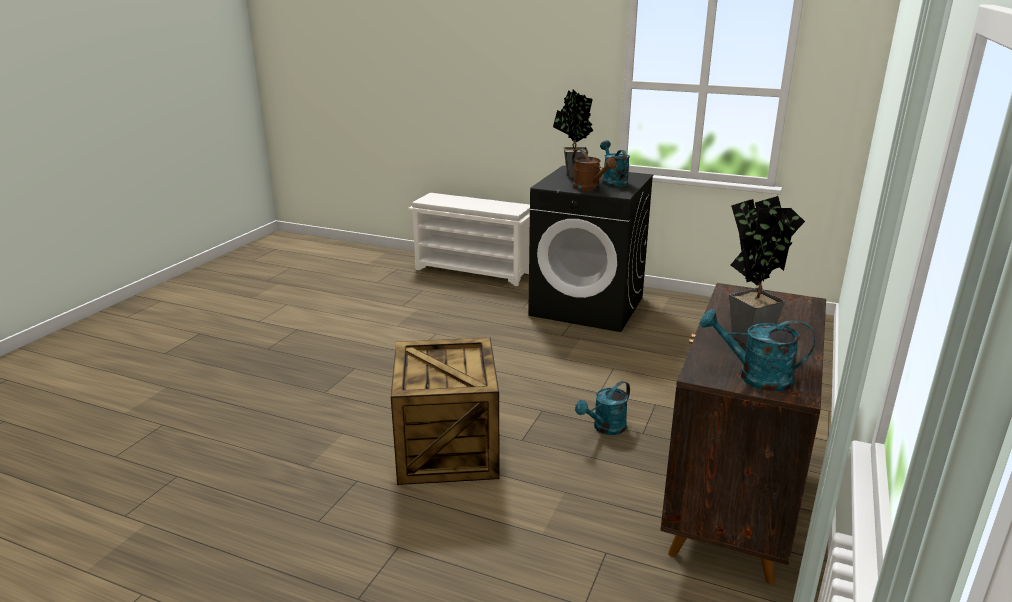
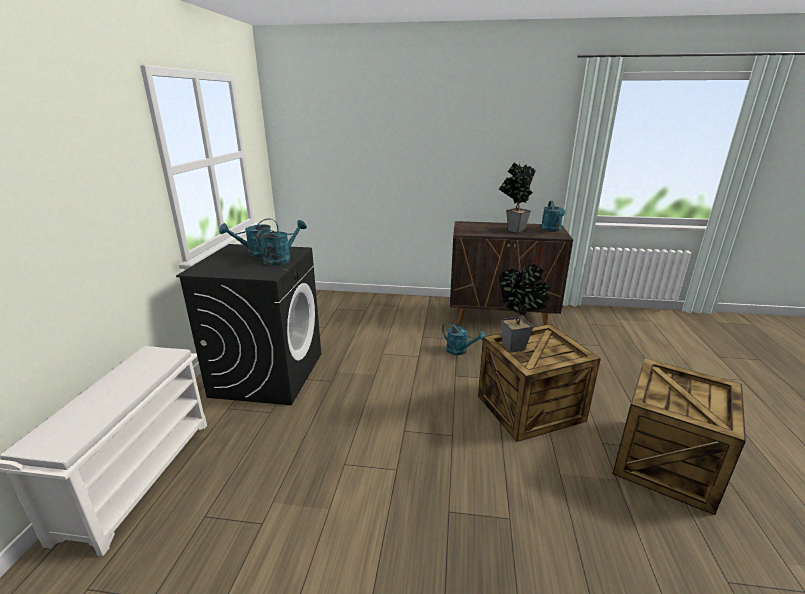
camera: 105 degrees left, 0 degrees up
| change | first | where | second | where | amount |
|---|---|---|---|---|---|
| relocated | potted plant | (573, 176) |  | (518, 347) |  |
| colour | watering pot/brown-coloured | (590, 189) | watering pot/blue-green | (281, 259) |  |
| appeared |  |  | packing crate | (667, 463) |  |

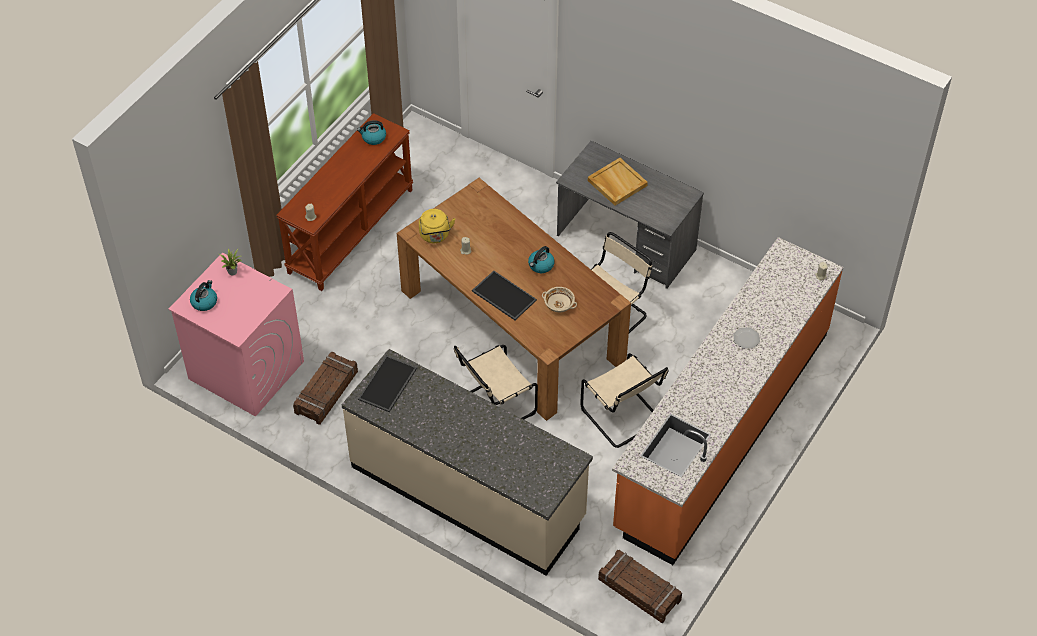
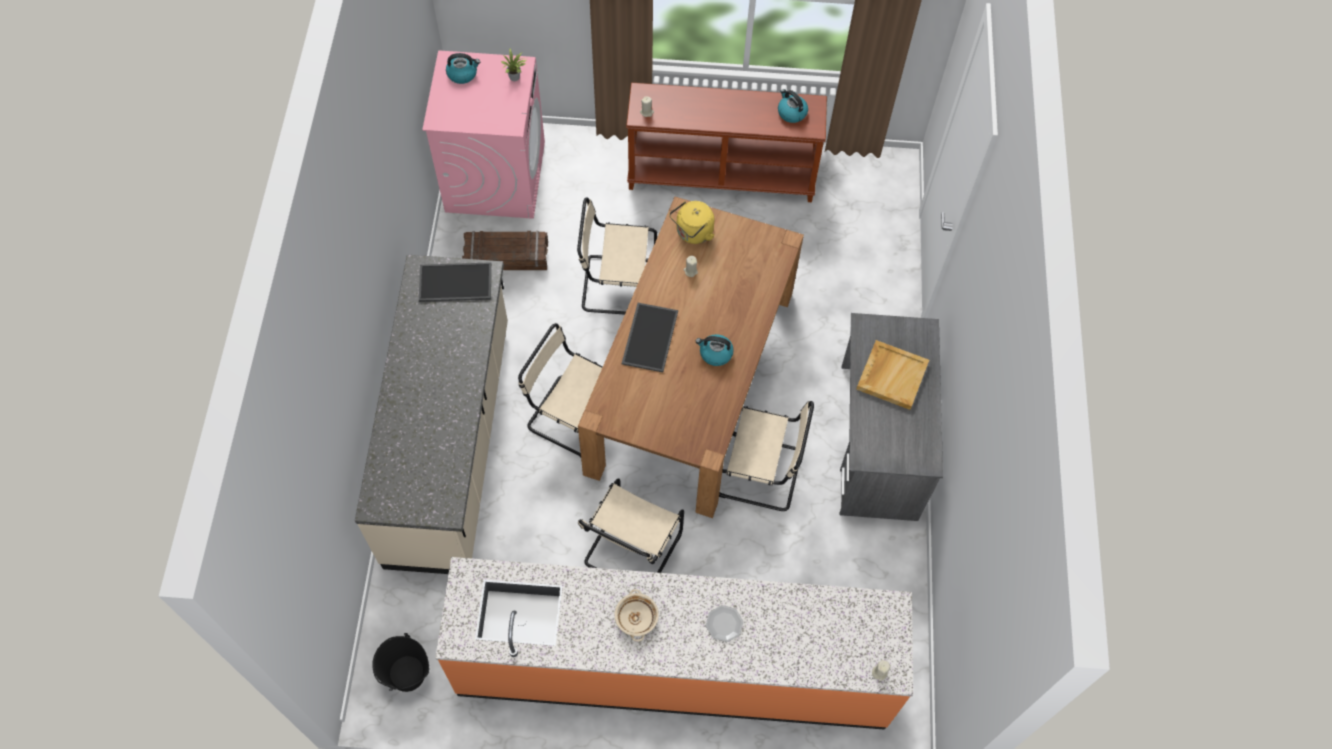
camera: 60 degrees right, 10 degrees up
| change | first | where | second | where | amount |
|---|---|---|---|---|---|
| relocated | bowl/beige | (559, 304) |  | (636, 619) |  |
| exchanged | packing crate | (639, 591) | pail/blackish | (407, 674) |  |
| appeared |  |  | chair/beige | (615, 285) |  |

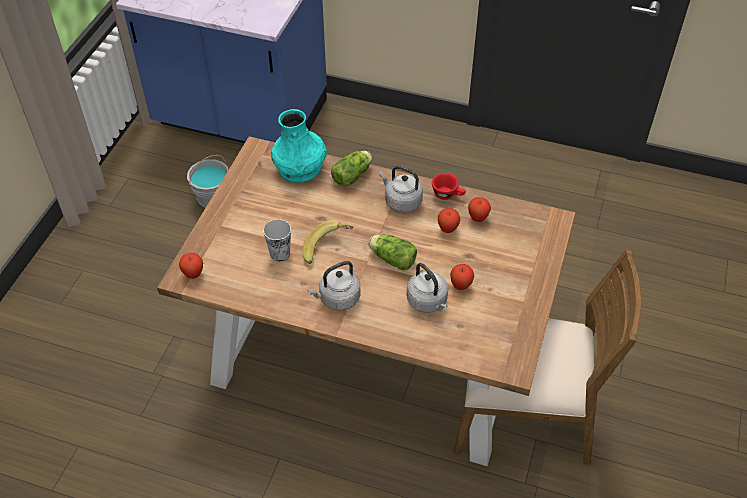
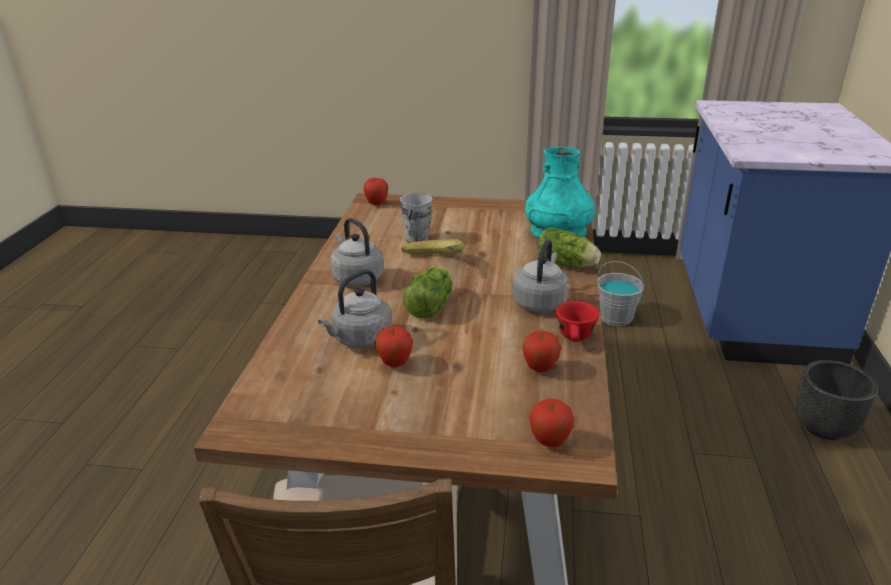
camera: 80 degrees right, 20 degrees down
| change | first | where | second | where | amount |
|---|---|---|---|---|---|
| relocated | whole apple | (447, 229) |  | (549, 442) |  |
| appeared |  |  | plant pot/blackish | (825, 428) |  |

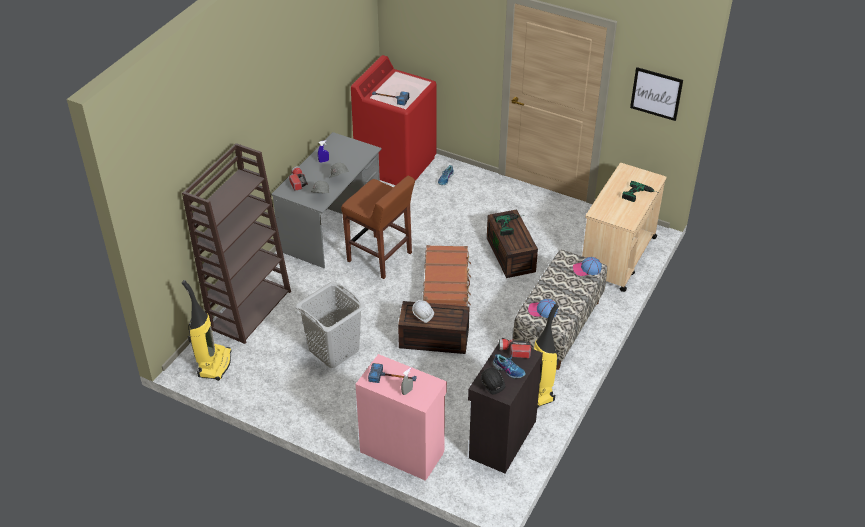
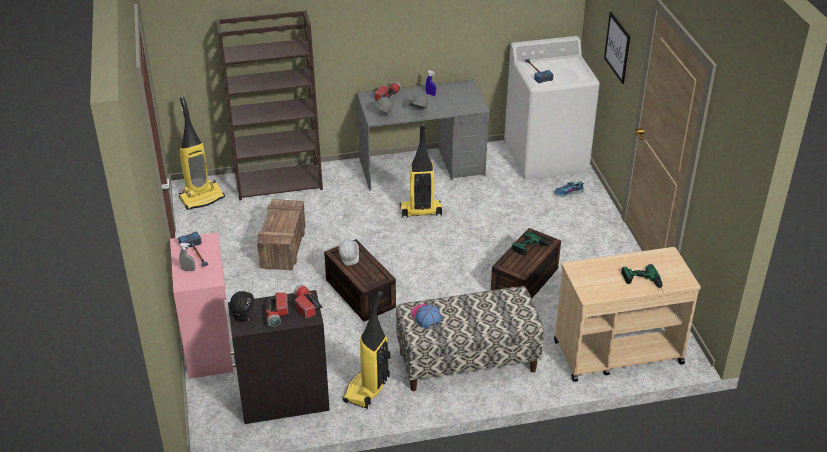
camera: 50 degrees right, 5 degrees down
| change | first | where | second | where | amount |
|---|---|---|---|---|---|
| colour | laundry machine/reddish | (396, 164) | laundry machine/white-coloured | (546, 157) |  |
| relocated | picture | (656, 93) |  | (617, 47) |  |
| exchanged | sitting stool/brown-coloured | (380, 257) | hoover | (420, 211) |  |
| missing | piece of luggage/brown-coloured | (446, 286) |  |  |  |
| missing | cap | (586, 269) |  |  |  |
| exchanged | washing basket/grey | (333, 350) | packing crate | (283, 246) |  |
| exchanged | item of footwear | (509, 370) | hand torch | (277, 314) |  |

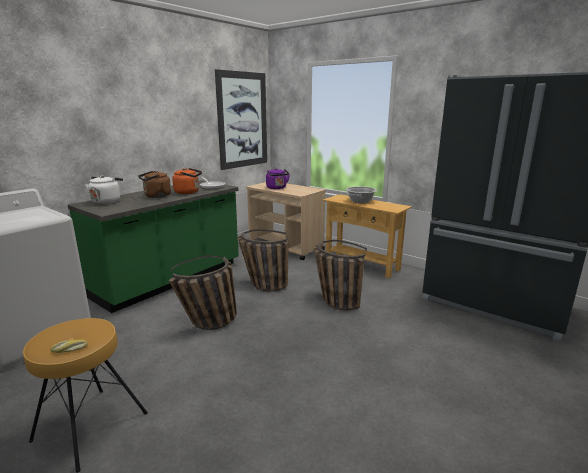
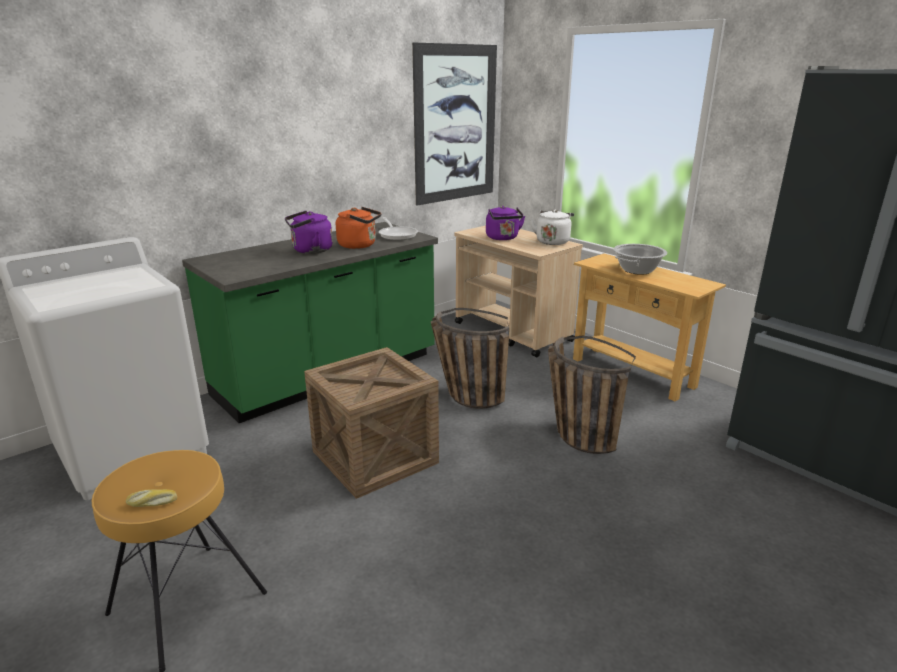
camera: 10 degrees right, 5 degrees up
| change | first | where | second | where | amount |
|---|---|---|---|---|---|
| colour | kettle/brown-coloured | (156, 196) | kettle/purple-coloured | (310, 251) |  |
| relocated | kettle/white-coloured | (106, 201) |  | (552, 241) |  |
| exchanged | basket | (209, 324) | packing crate | (375, 457) |  |

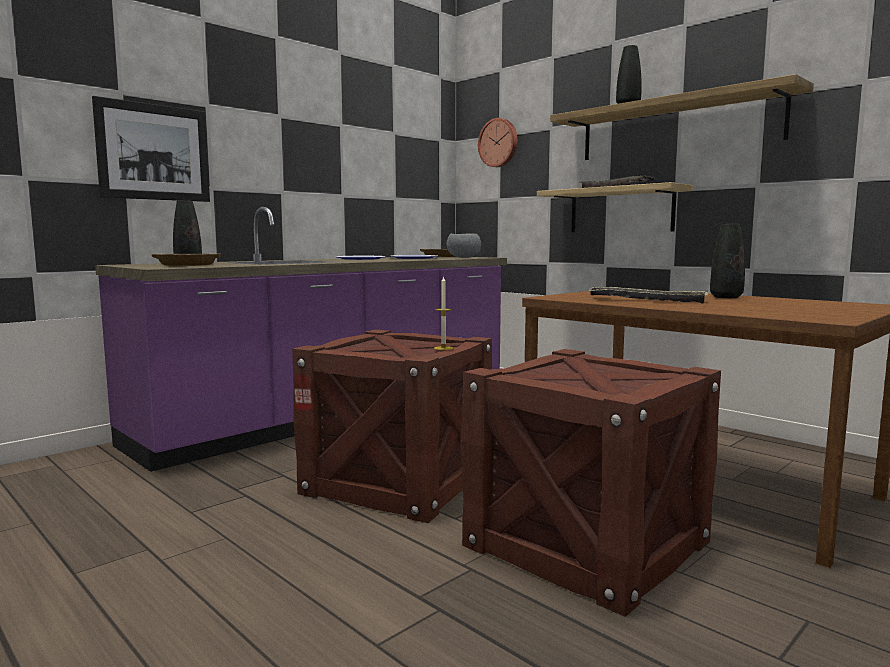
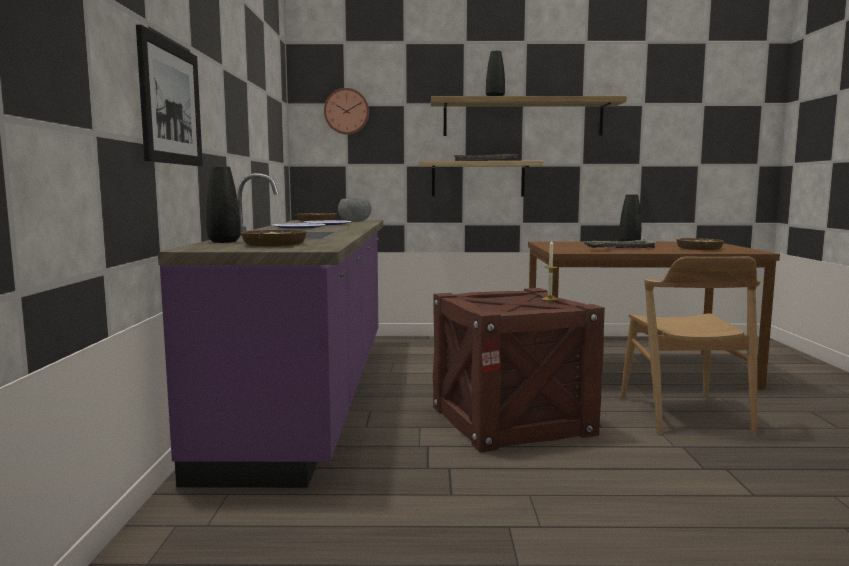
camera: 45 degrees left, 0 degrees up
| change | first | where | second | where | amount |
|---|---|---|---|---|---|
| exchanged | packing crate | (587, 544) | chair/brown-coloured | (683, 414) |  |
| appeared |  |  | bowl | (699, 248) |  |

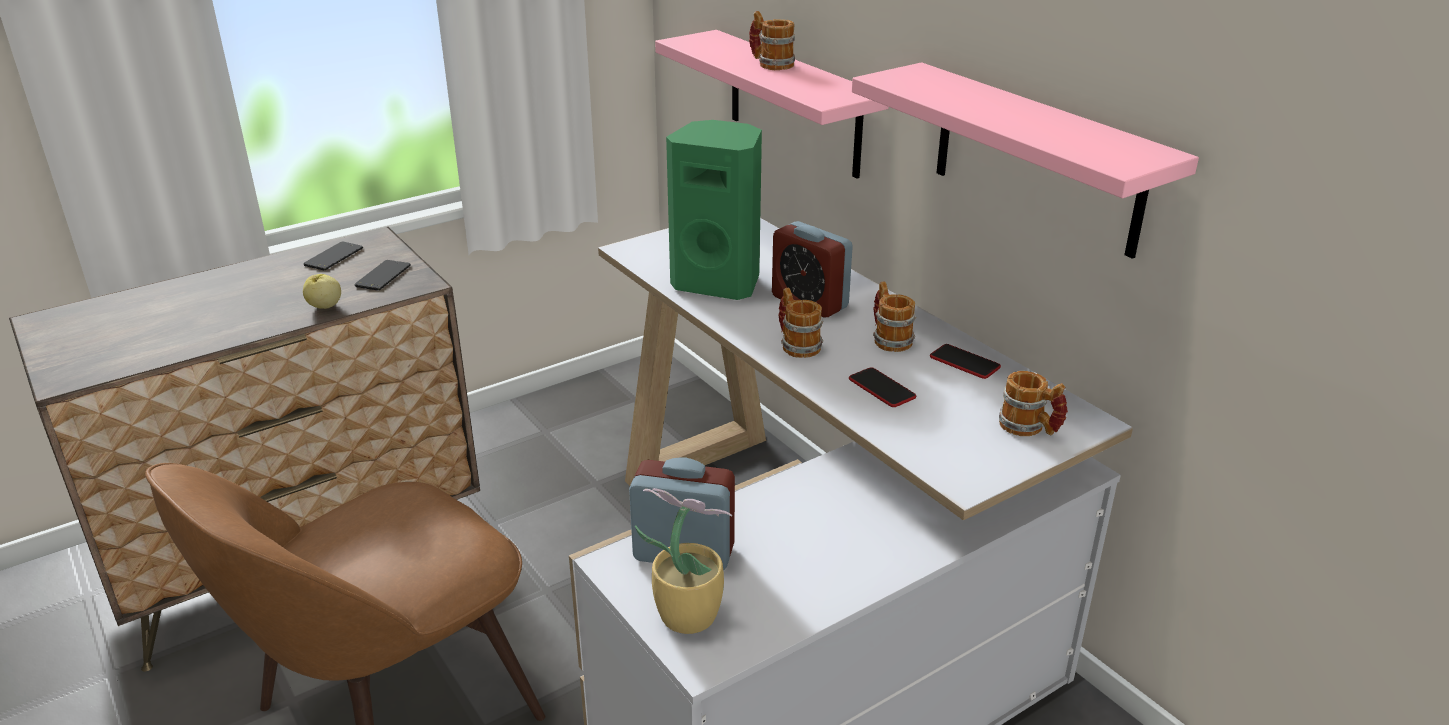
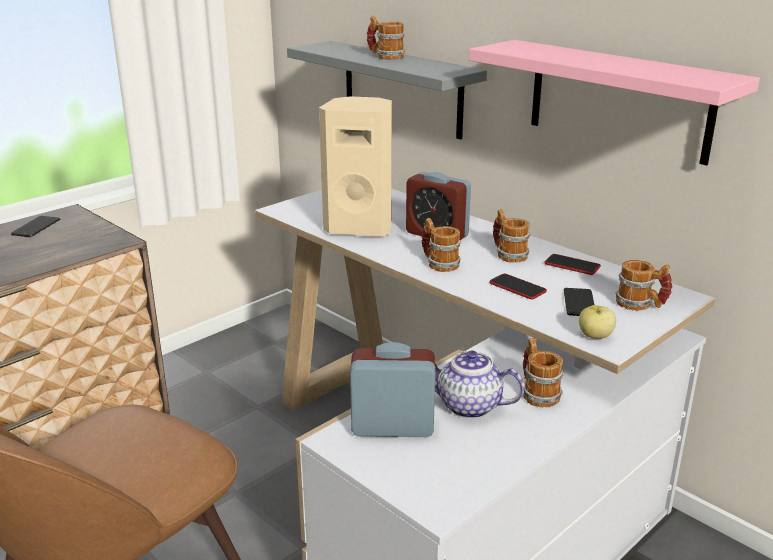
camera: 10 degrees left, 5 degrees down
| change | first | where | second | where | amount |
|---|---|---|---|---|---|
| colour | bracket shelf/pink-coloured | (794, 103) | bracket shelf/grey | (402, 89) |  |
| colour | loudspeaker/greenish | (718, 283) | loudspeaker/beige | (361, 227) |  |
| relocated | handset | (383, 276) |  | (579, 303) |  |
| relocated | whole apple | (324, 306) |  | (595, 336) |  |
| missing | potted plant | (686, 614) |  |  |  |
| appeared |  |  | coffee mug | (537, 392) |  |
| appeared |  |  | pot for tea | (468, 406) |  |

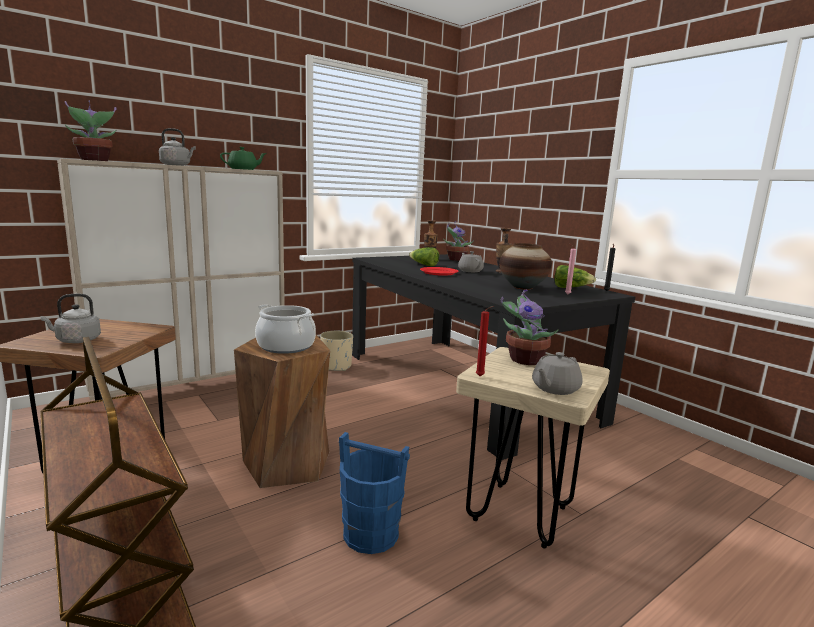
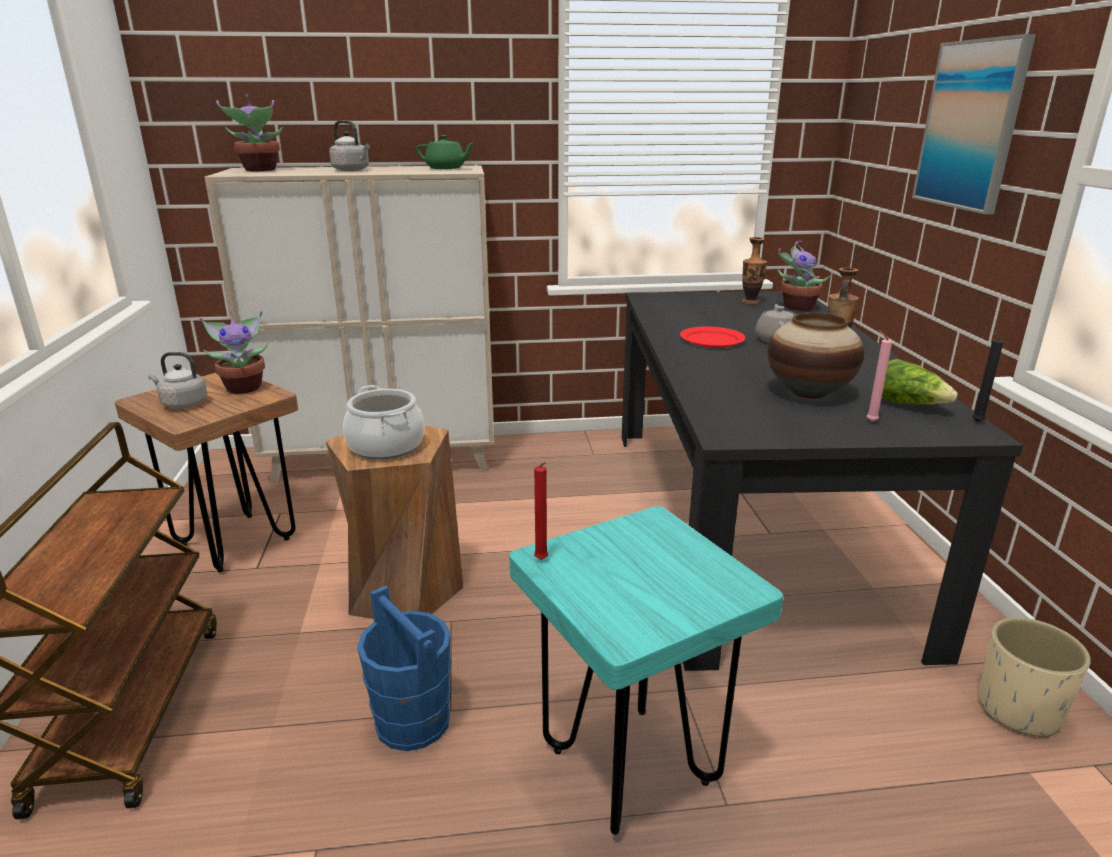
camera: 30 degrees right, 10 degrees up
| change | first | where | second | where | amount |
|---|---|---|---|---|---|
| missing | lettuce | (424, 265) |  |  |  |
| relocated | potted plant | (523, 360) |  | (244, 387) |  |
| relocated | plant pot/beige | (336, 366) |  | (1018, 710) |  |
| colour | sitting stool/beige | (520, 514) | sitting stool/blue-green | (629, 767) |  |
| missing | pot for tea/grey | (554, 389) |  |  |  |
| appeared |  |  | picture | (971, 125) |  |

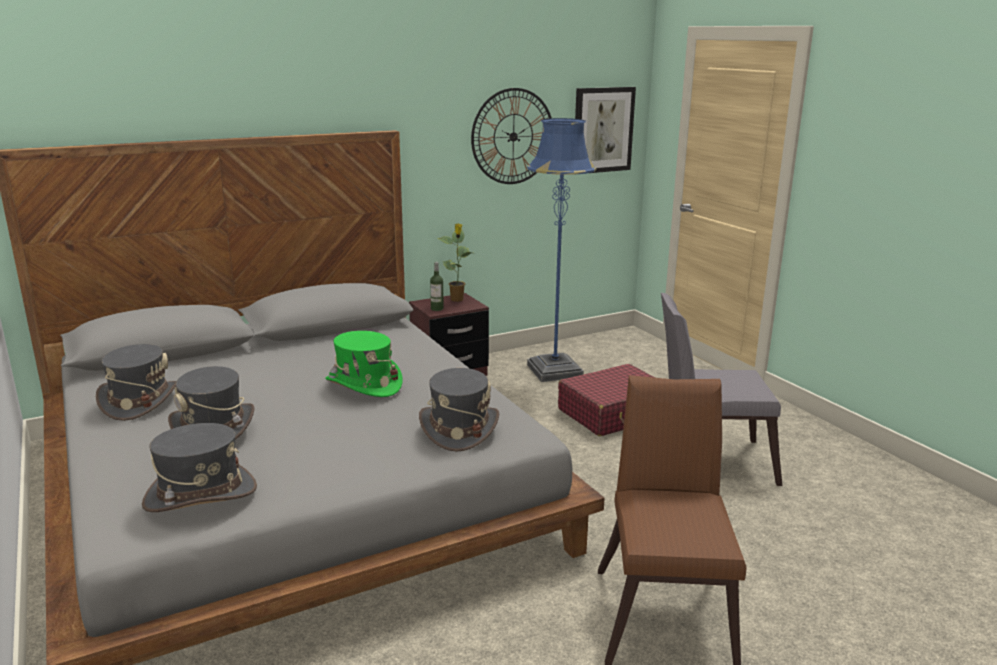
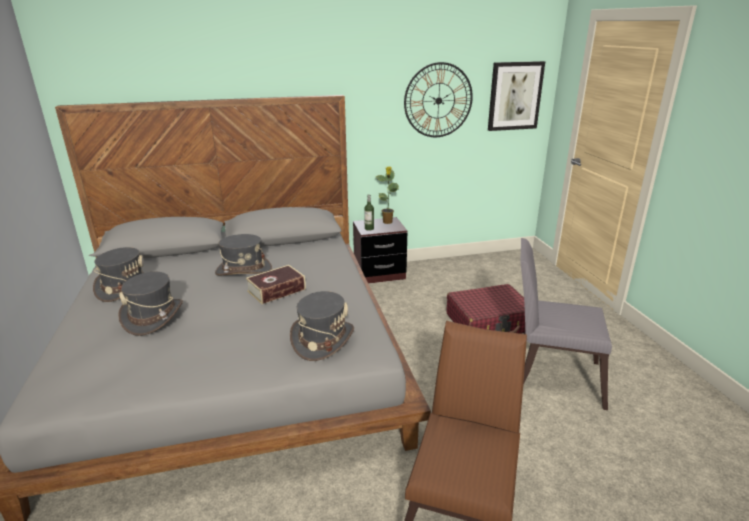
camera: 15 degrees right, 5 degrees up
| change | first | where | second | where | amount |
|---|---|---|---|---|---|
| missing | floor lamp/bluish | (554, 371) |  |  |  |
| exchanged | wearable hat/greenish | (364, 384) | volume | (276, 290) |  |
| relocated | wearable hat/grey | (200, 495) |  | (243, 270) |  |

